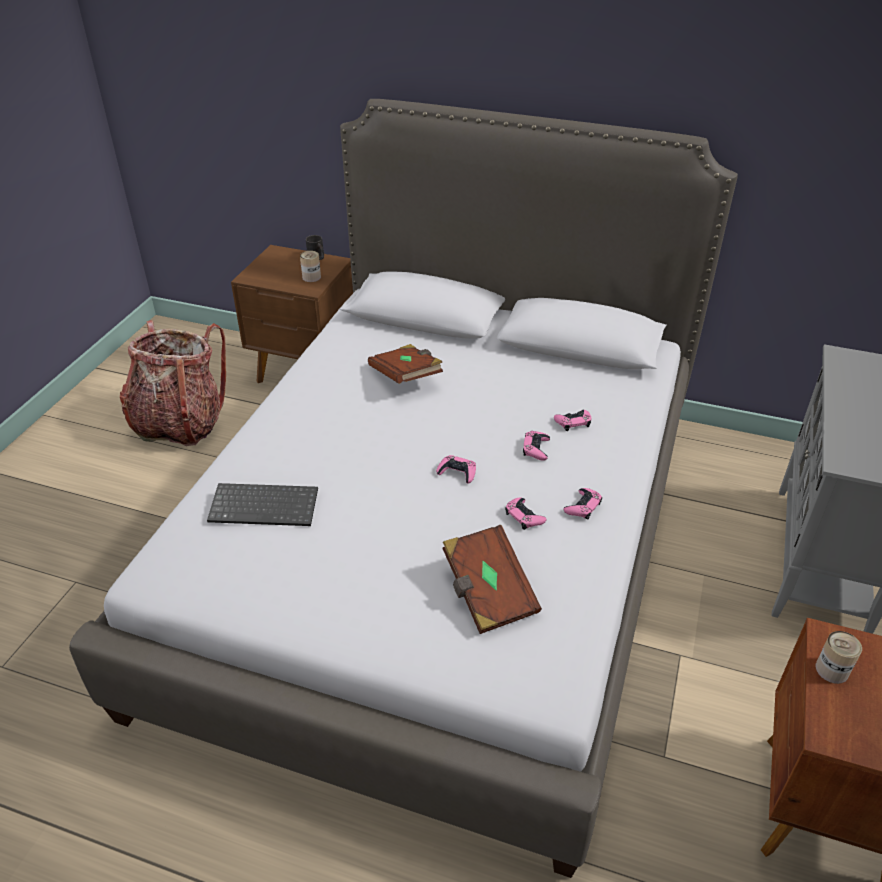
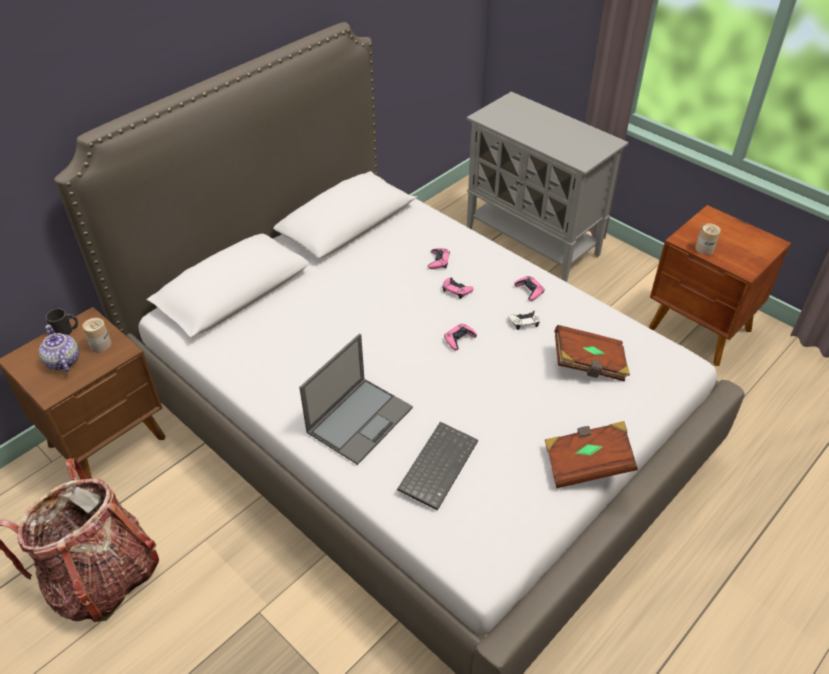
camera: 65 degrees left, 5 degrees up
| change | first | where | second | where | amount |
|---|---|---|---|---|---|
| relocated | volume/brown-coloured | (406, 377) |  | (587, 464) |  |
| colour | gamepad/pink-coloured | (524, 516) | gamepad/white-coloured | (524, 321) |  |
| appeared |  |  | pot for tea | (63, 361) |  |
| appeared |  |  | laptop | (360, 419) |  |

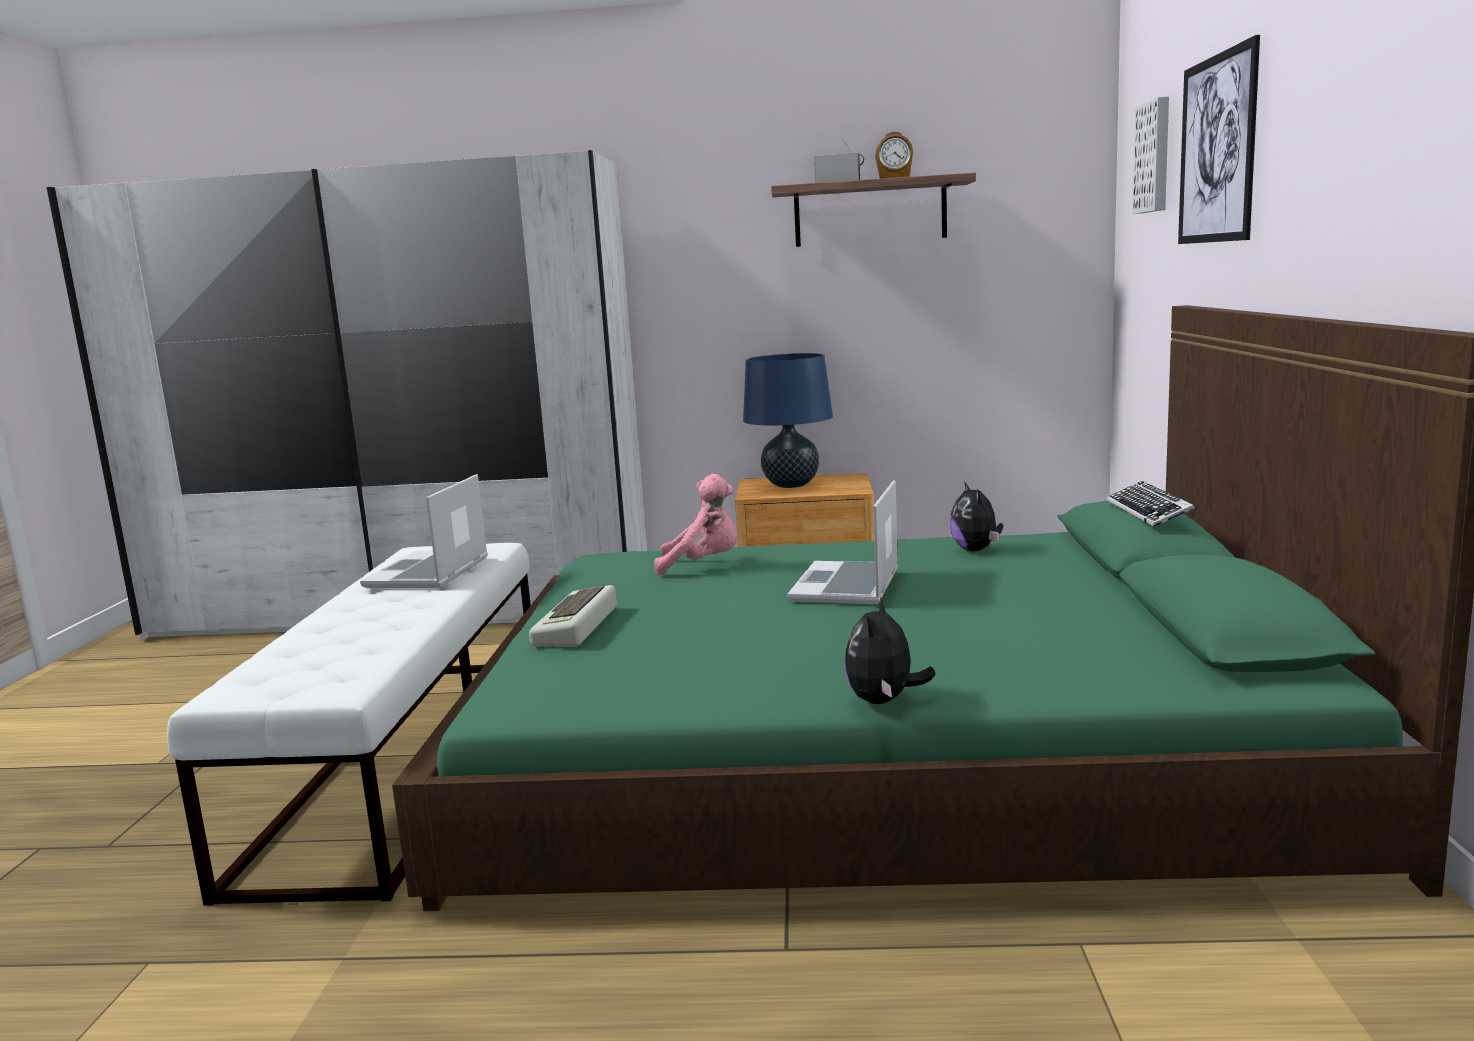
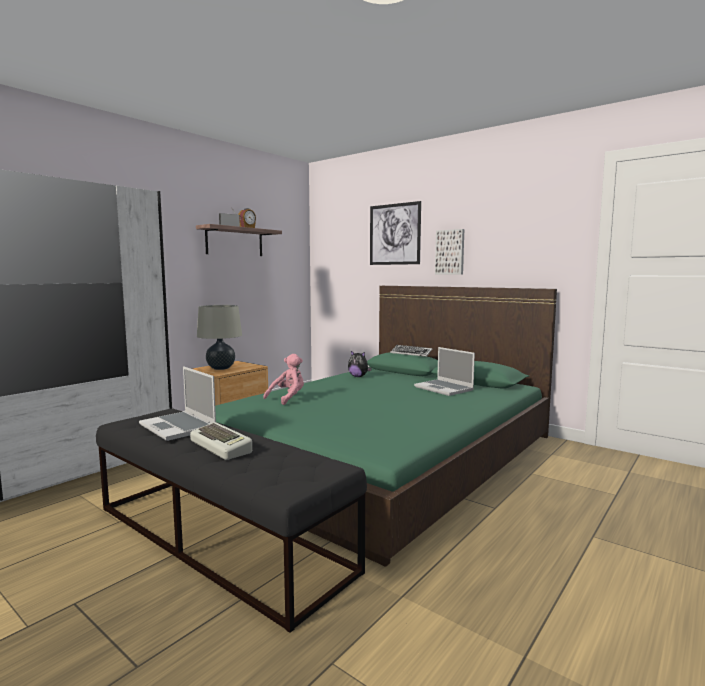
camera: 55 degrees left, 5 degrees down
| change | first | where | second | where | amount |
|---|---|---|---|---|---|
| relocated | picture | (1155, 157) |  | (450, 252) |  |
| colour | tabletop lamp/bluish | (791, 485) | tabletop lamp/beige | (221, 368) |  |
| relocated | laptop | (847, 586) |  | (444, 389) |  |
| colour | indoor bench/white-coloured | (406, 762) | indoor bench/blackish | (219, 538) |  |
| relocated | PC keyboard | (578, 627) |  | (222, 446) |  |
| missing | plush toy | (884, 701) |  |  |  |

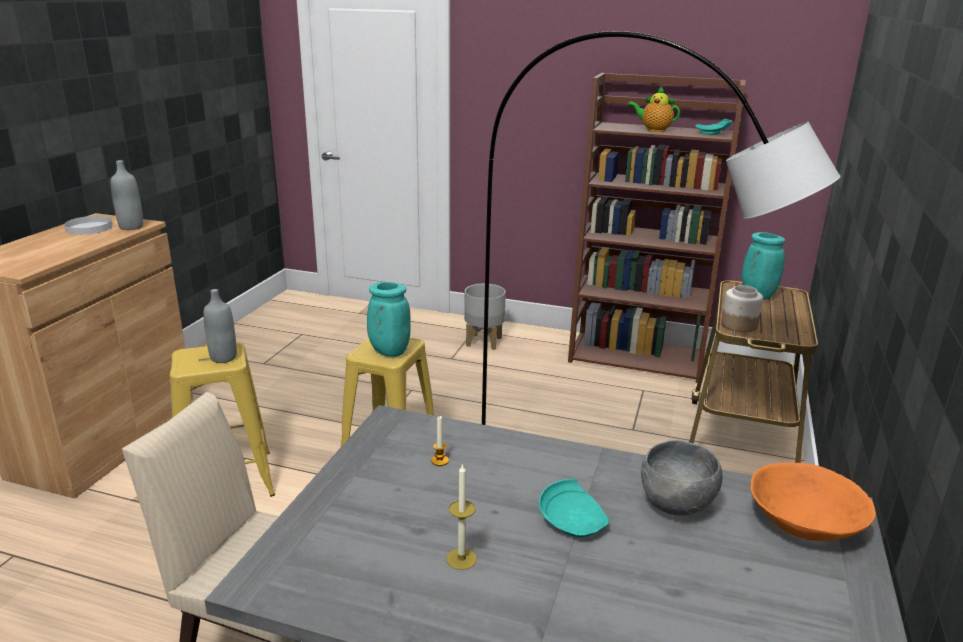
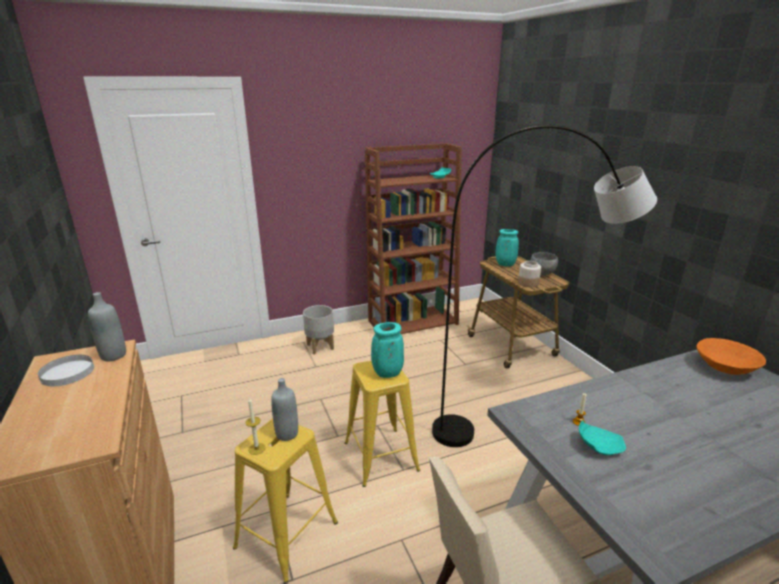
camera: 40 degrees left, 0 degrees up
| change | first | where | second | where | amount |
|---|---|---|---|---|---|
| missing | pot for tea | (653, 130) |  |  |  |
| relocated | bowl/grey | (677, 505) |  | (542, 273) |  |
| relocated | candle | (461, 559) |  | (257, 448) |  |
| relocated | dinner plate/blue-green | (573, 521) |  | (598, 446) |  |

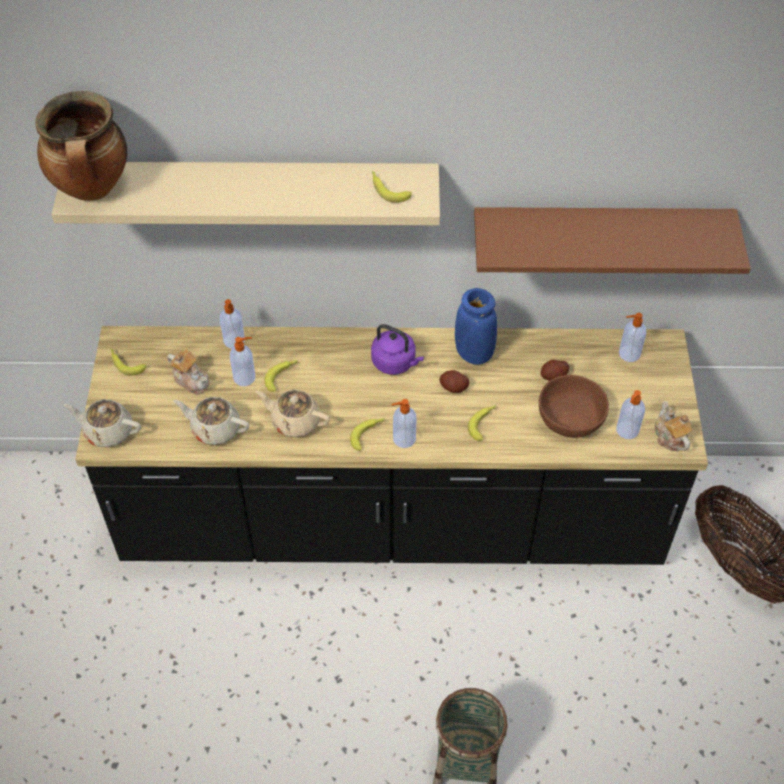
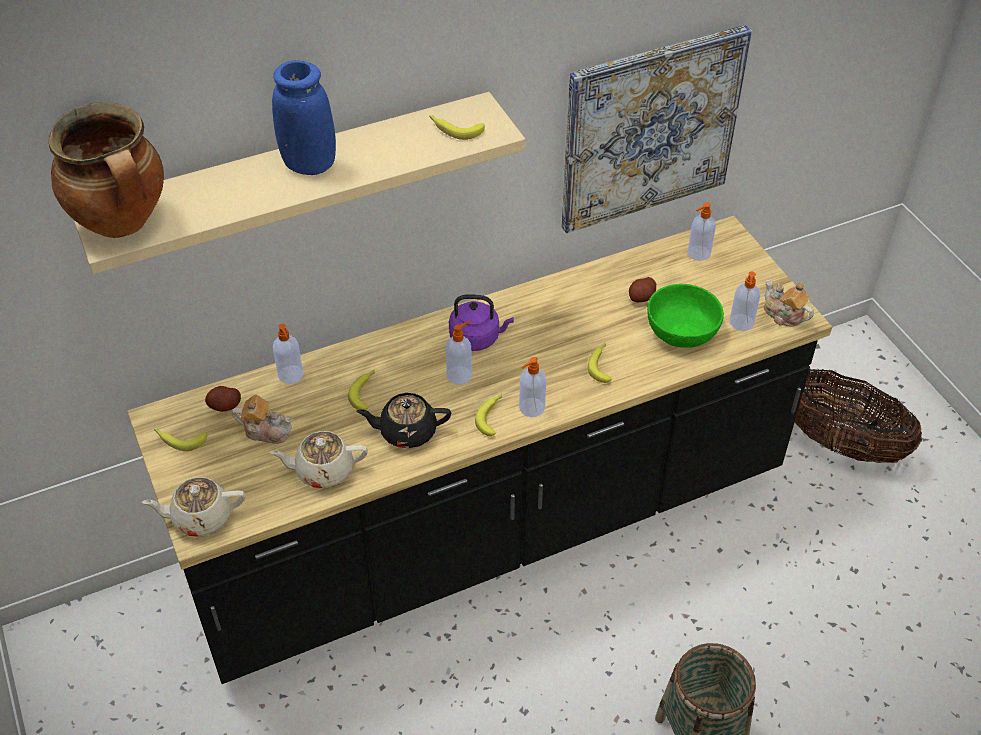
camera: 25 degrees left, 5 degrees down
| change | first | where | second | where | amount |
|---|---|---|---|---|---|
| exchanged | bracket shelf/brown-coloured | (600, 233) | picture | (650, 129) |  |
| relocated | flower vase/bluish | (473, 353) |  | (309, 164) |  |
| relocated | liquid soap bottle | (245, 377) |  | (460, 375) |  |
| relocated | whole potato | (453, 387) |  | (225, 406) |  |
| colour | bowl/brown-coloured | (570, 418) | bowl/greenish | (682, 330) |  |
| colour | pot for tea/beige | (295, 421) | pot for tea/blackish | (406, 431) |  |

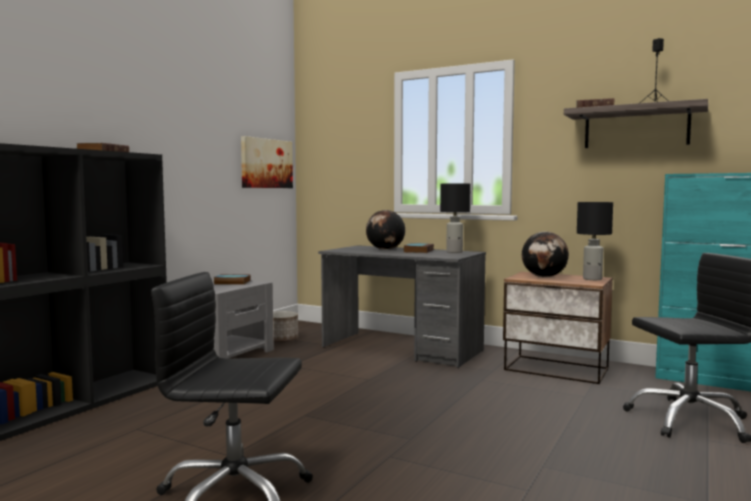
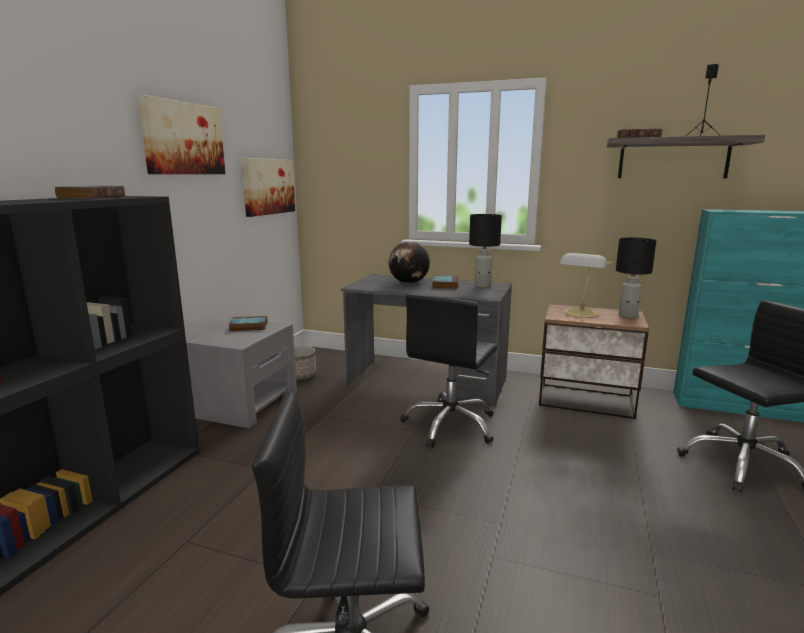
camera: 10 degrees left, 10 degrees up
| change | first | where | second | where | amount |
|---|---|---|---|---|---|
| exchanged | globe | (544, 277) | tabletop lamp | (580, 314) |  |
| appeared |  |  | picture | (183, 138) |  |
| appeared |  |  | desk chair/blackish | (450, 425) |  |

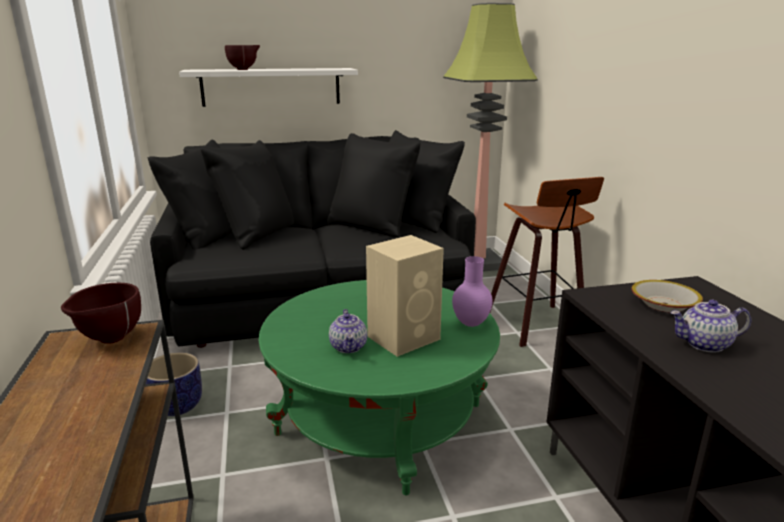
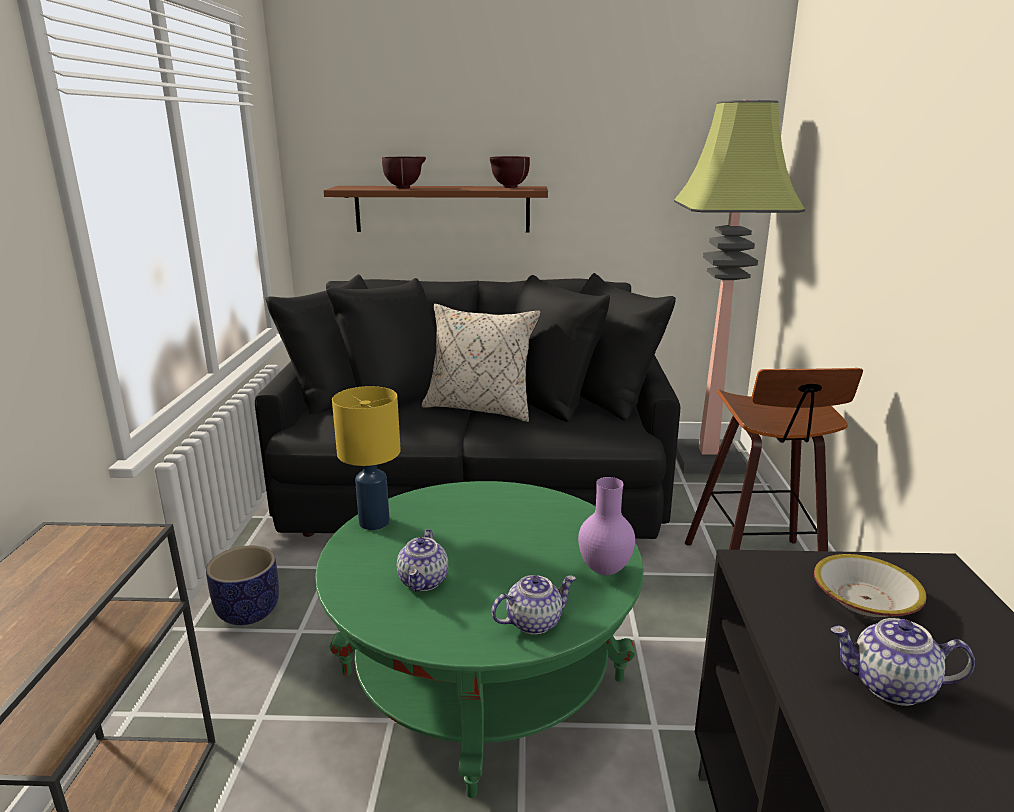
camera: 15 degrees right, 0 degrees up
| change | first | where | second | where | amount |
|---|---|---|---|---|---|
| colour | bracket shelf/white-coloured | (271, 87) | bracket shelf/brown-coloured | (442, 209) |  |
| missing | loudspeaker/beige | (405, 337) |  |  |  |
| relocated | bowl/brown-coloured | (109, 340) |  | (508, 187) |  |
| appeared |  |  | cushion/beige | (480, 408) |  |
| appeared |  |  | tabletop lamp/yellow-coloured | (374, 523) |  |
| appeared |  |  | pot for tea | (534, 622) |  |

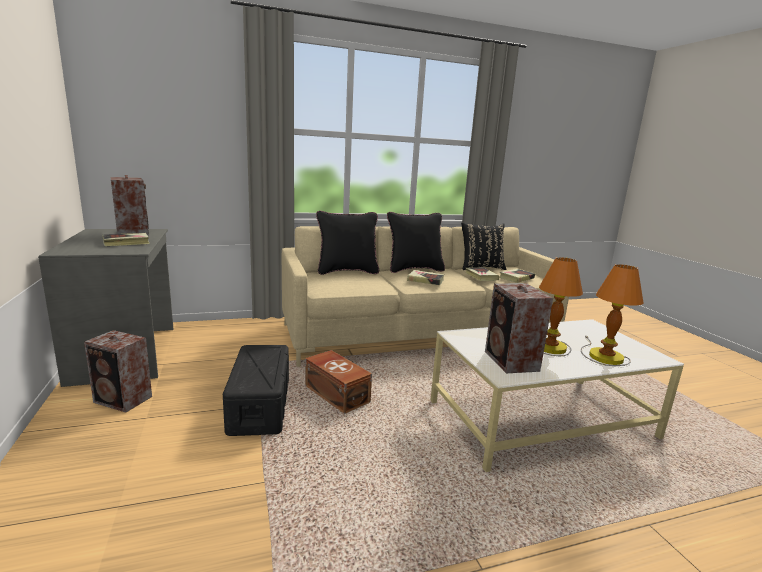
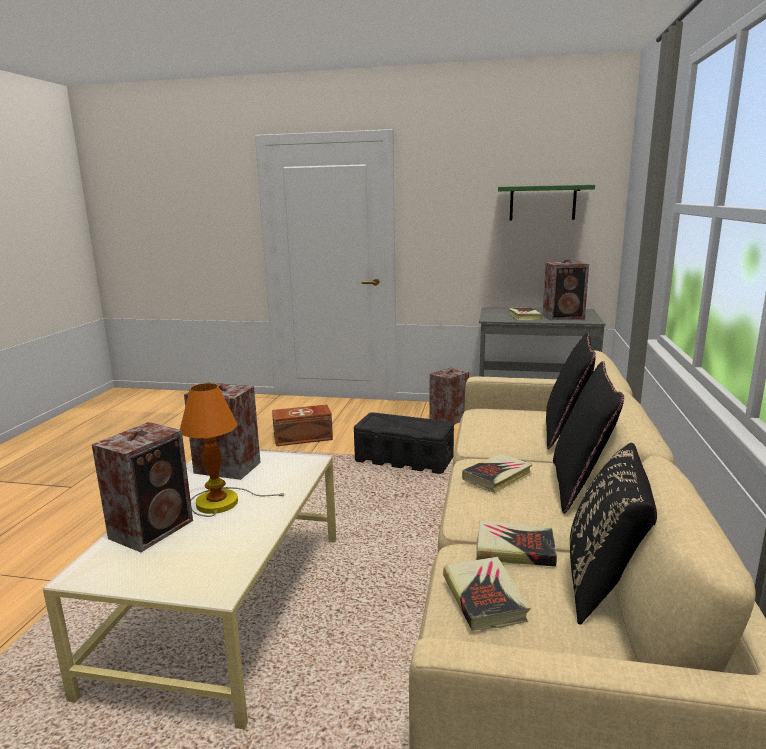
camera: 120 degrees right, 0 degrees up
| change | first | where | second | where | amount |
|---|---|---|---|---|---|
| exchanged | tabletop lamp | (602, 356) | loudspeaker | (154, 528) |  |
| relocated | storage container/brown-coloured | (337, 394) |  | (304, 438) |  |
| appeared |  |  | bracket shelf/greenish | (542, 203) |  |

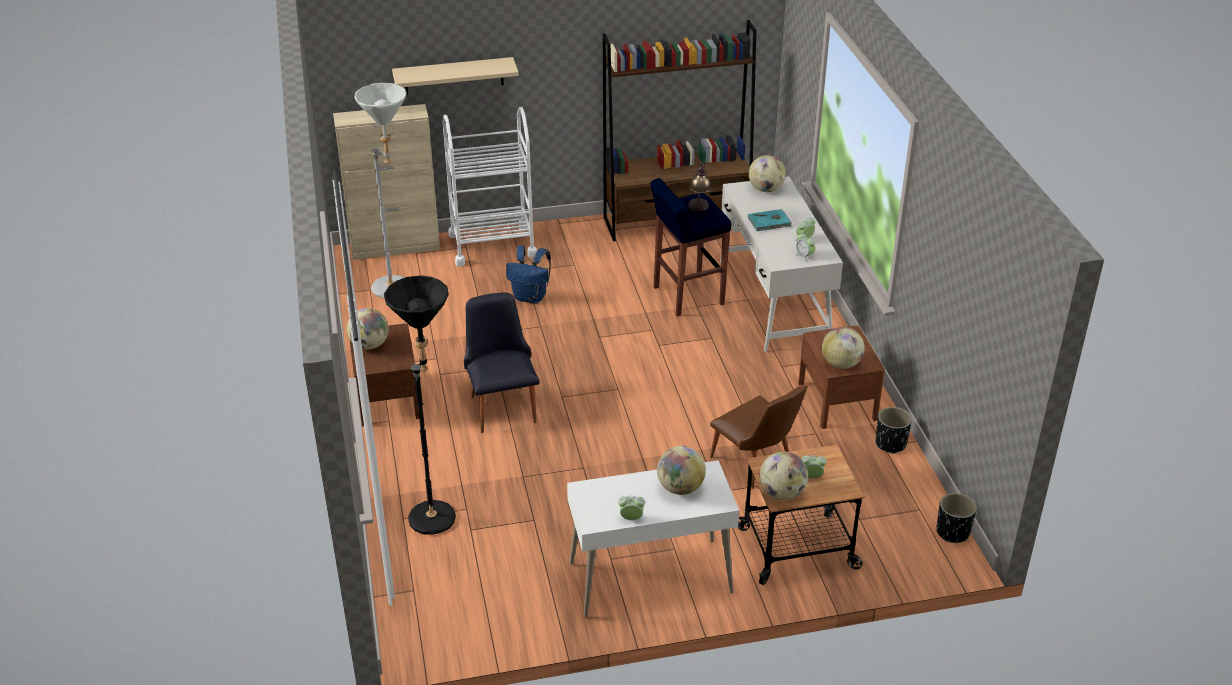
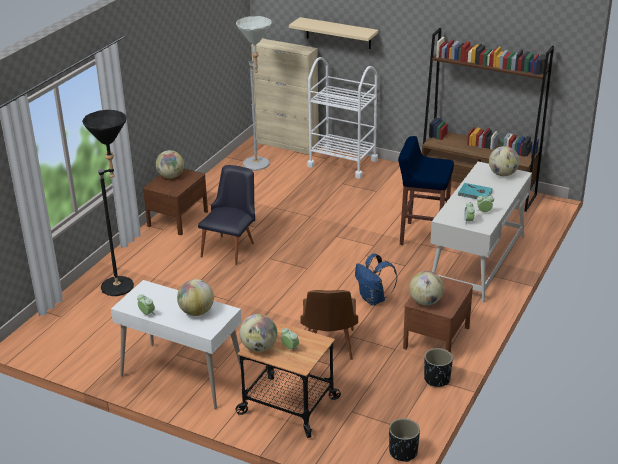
camera: 40 degrees right, 5 degrees down
| change | first | where | second | where | amount |
|---|---|---|---|---|---|
| missing | tabletop lamp | (699, 210) |  |  |  |
| relocated | knapsack/bluish | (531, 297) |  | (374, 299) |  |

